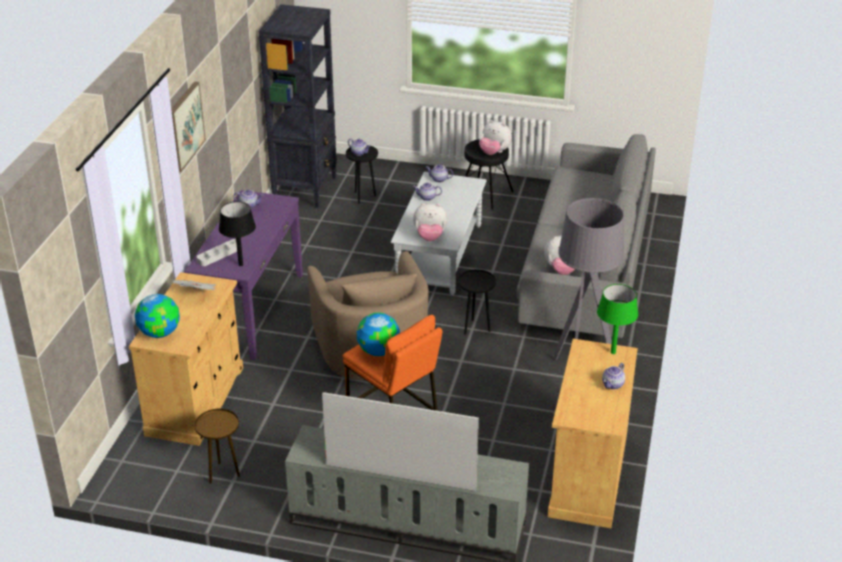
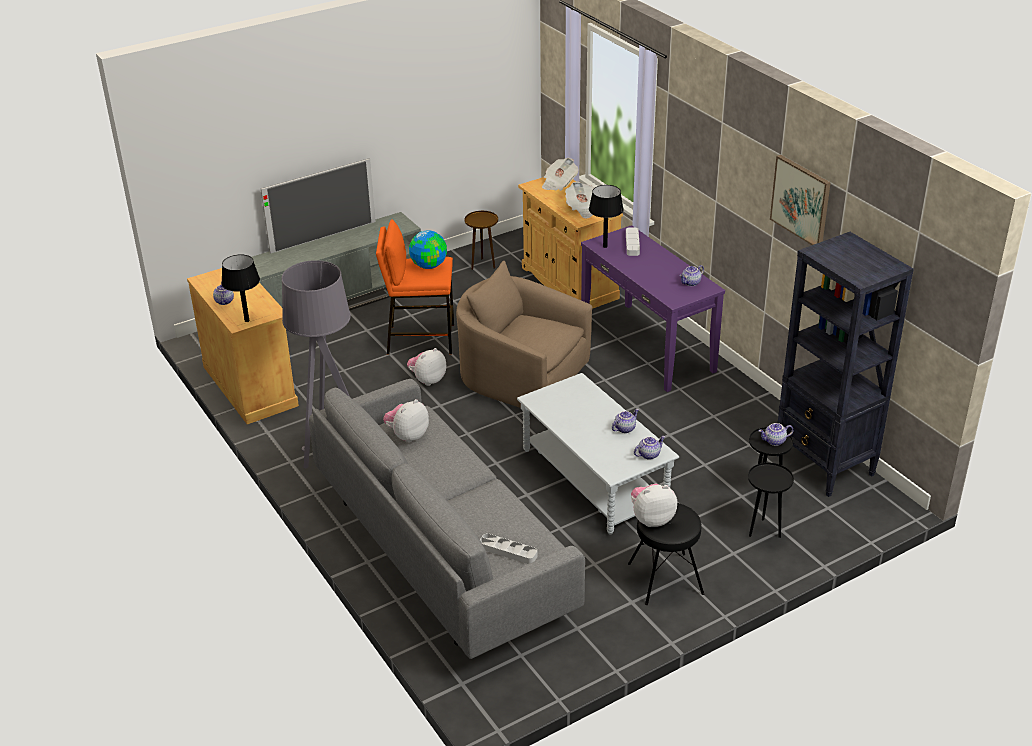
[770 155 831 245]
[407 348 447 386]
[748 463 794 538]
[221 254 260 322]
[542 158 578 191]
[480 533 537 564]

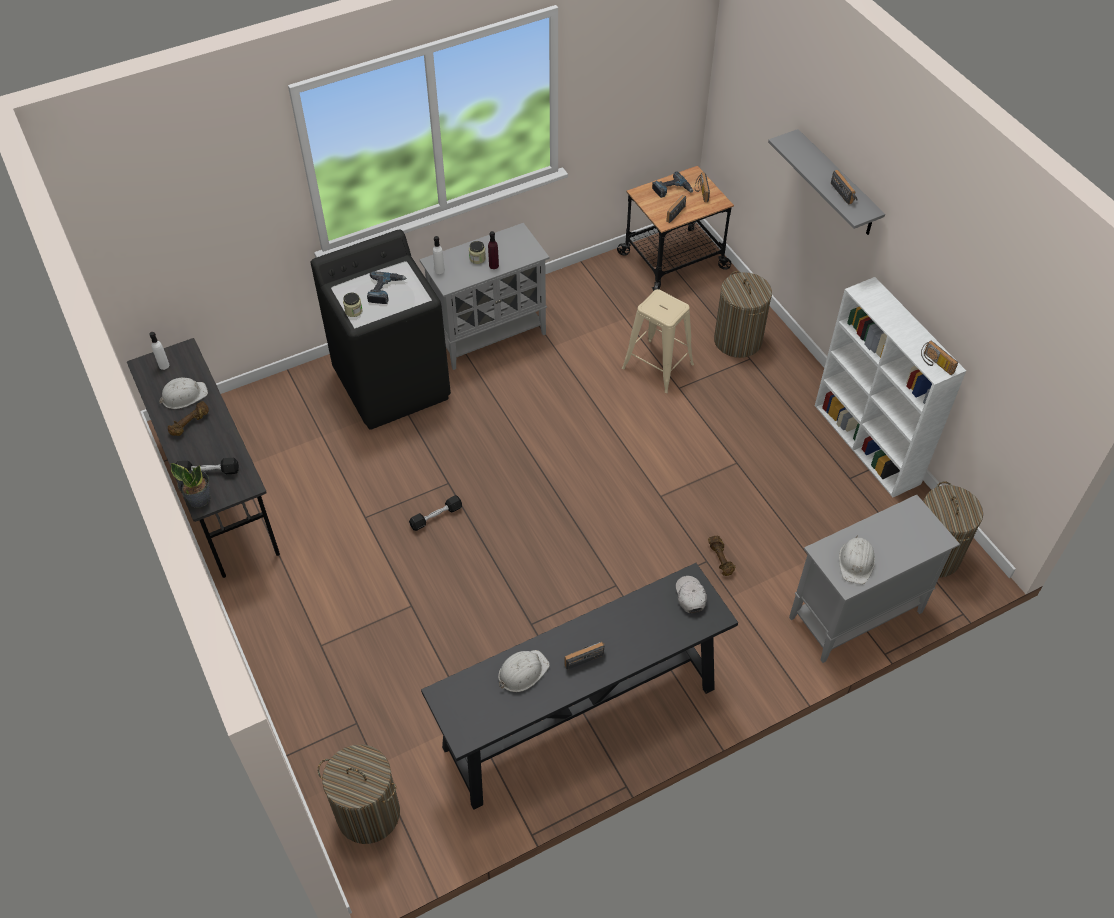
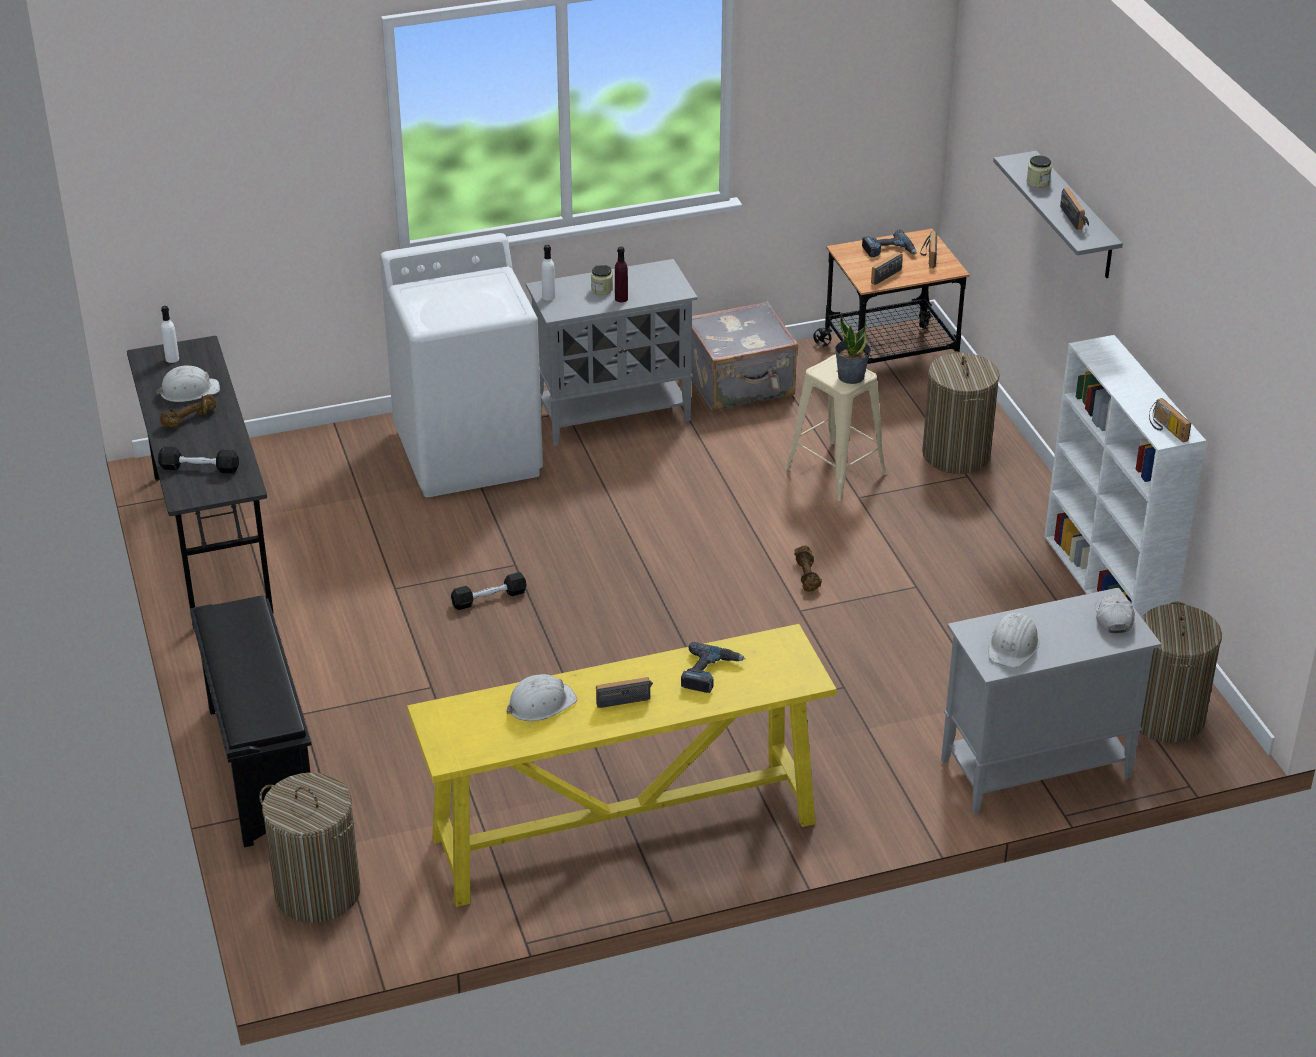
[380 233 543 497]
[681 642 746 693]
[1027 156 1052 188]
[835 312 871 384]
[794 545 822 592]
[407 624 836 907]
[1095 595 1135 633]
[691 301 798 411]
[190 595 312 847]

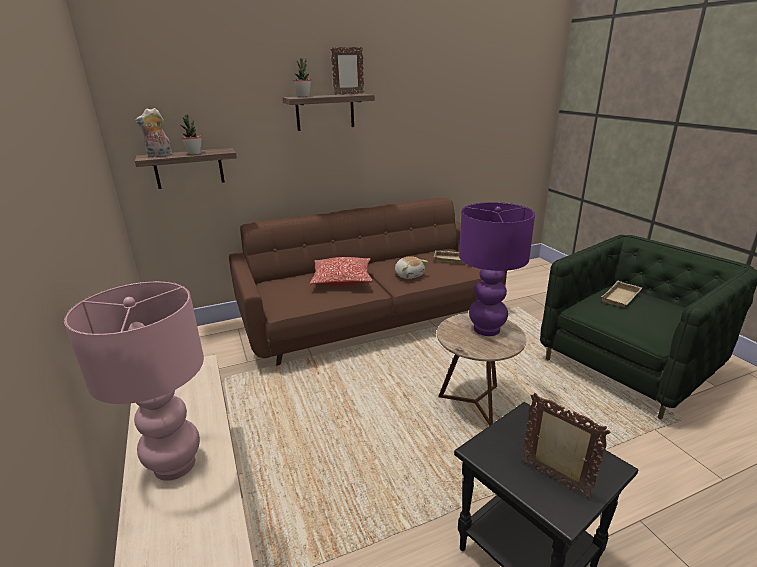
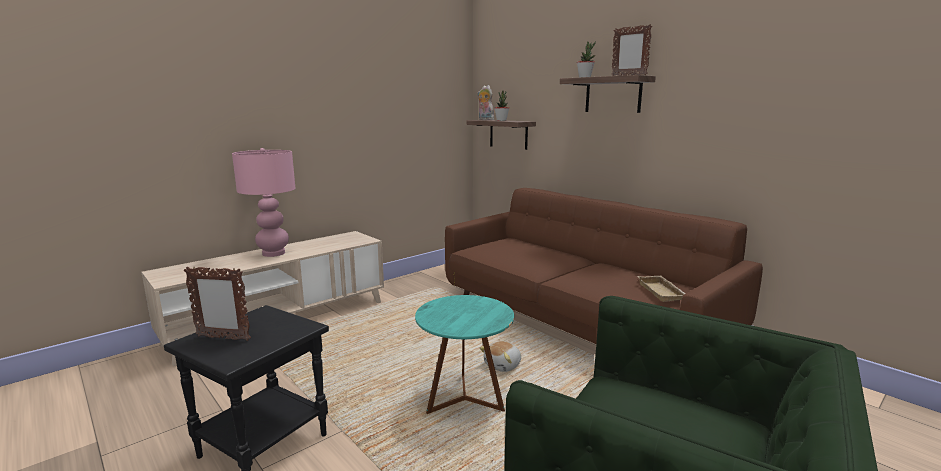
[459 202 535 336] (first image)
[480 341 521 372]
[310 257 372 286] (first image)
[601 281 642 307] (first image)
[415 295 514 414]
[184 267 251 341]

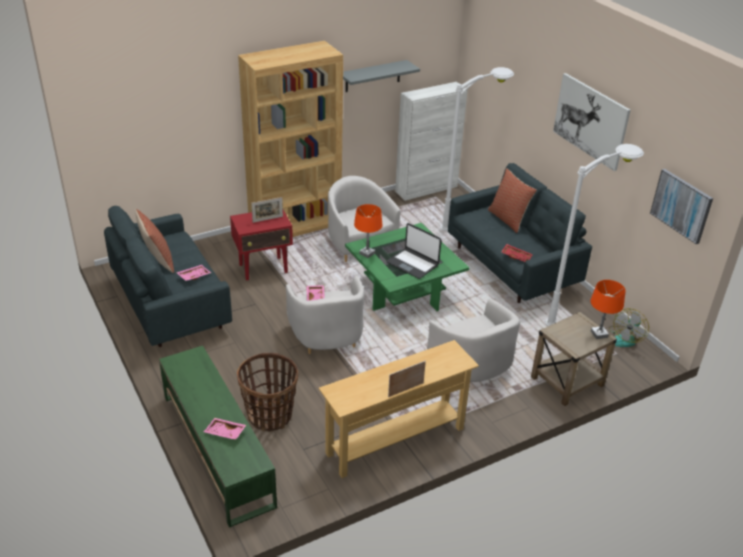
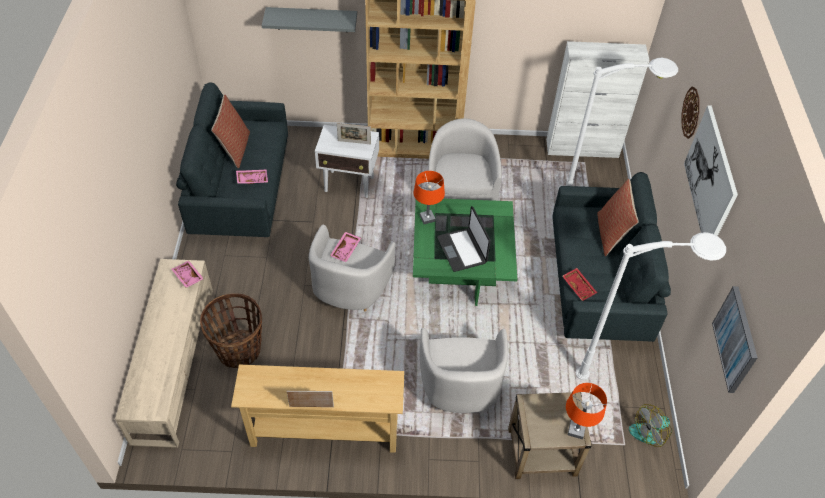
[262 7 357 32]
[315 125 379 198]
[115 259 213 448]
[171 260 204 288]
[682 87 700 139]

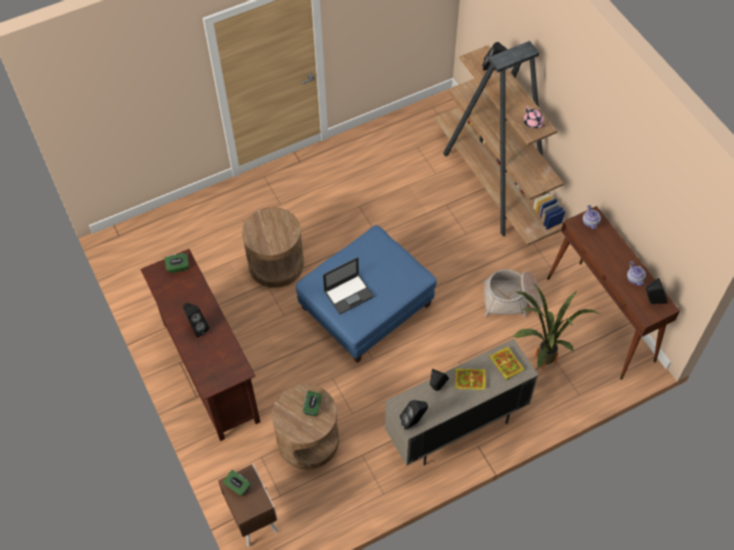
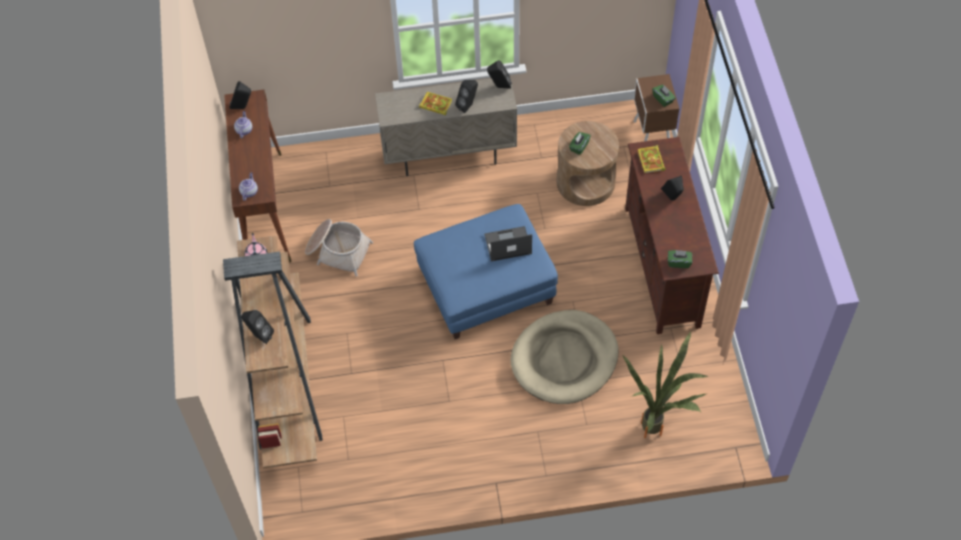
[510 310 619 404]
[623 332 709 438]
[638 145 666 173]

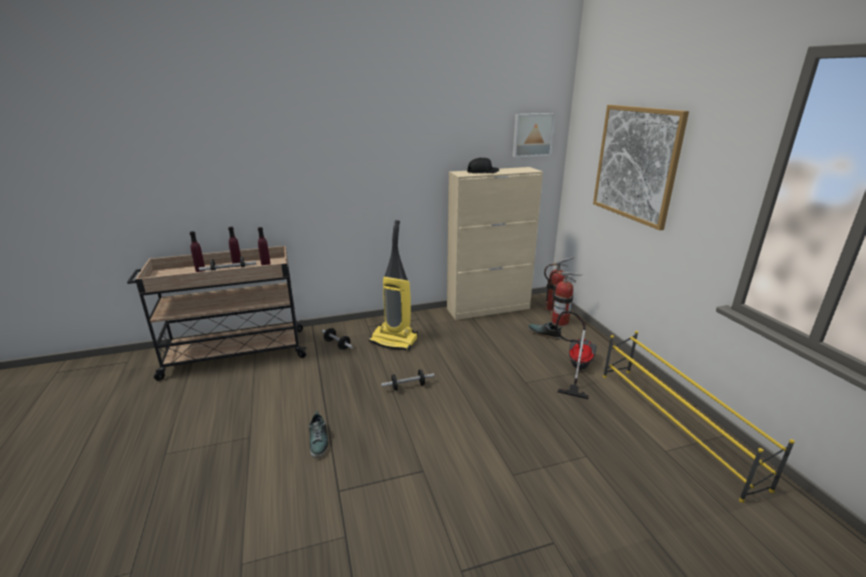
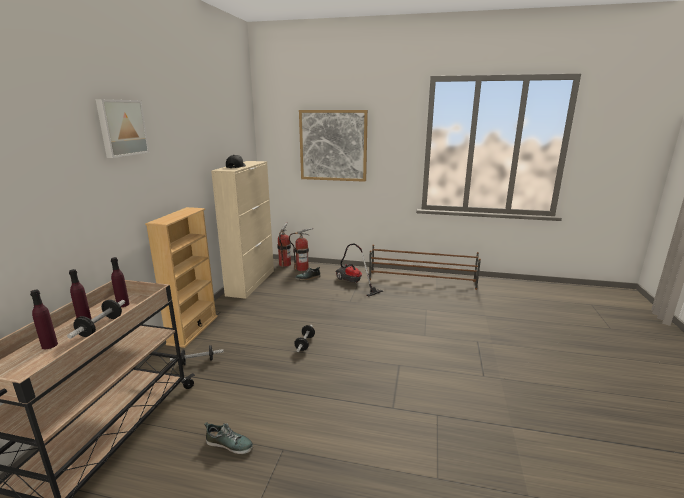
[96 99 149 158]
[369 220 418 351] (first image)
[369 245 481 290]
[204 422 253 454]
[145 207 218 348]

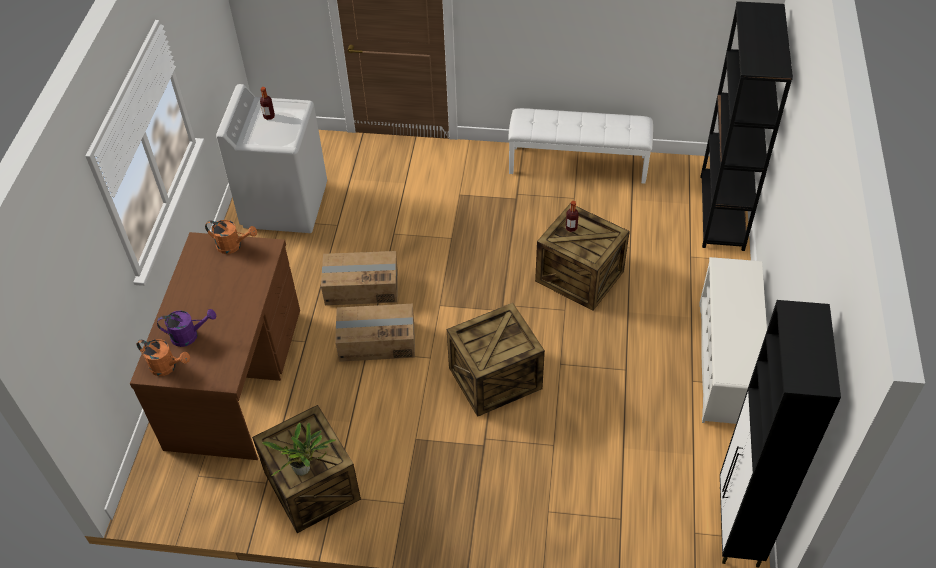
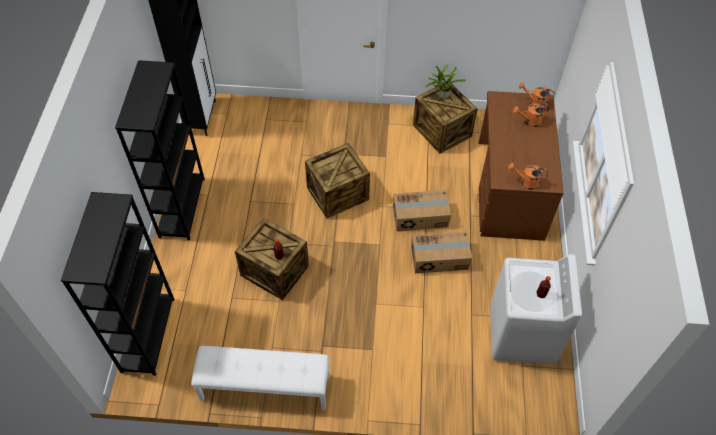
[115 60 205 240]
[513 103 549 127]

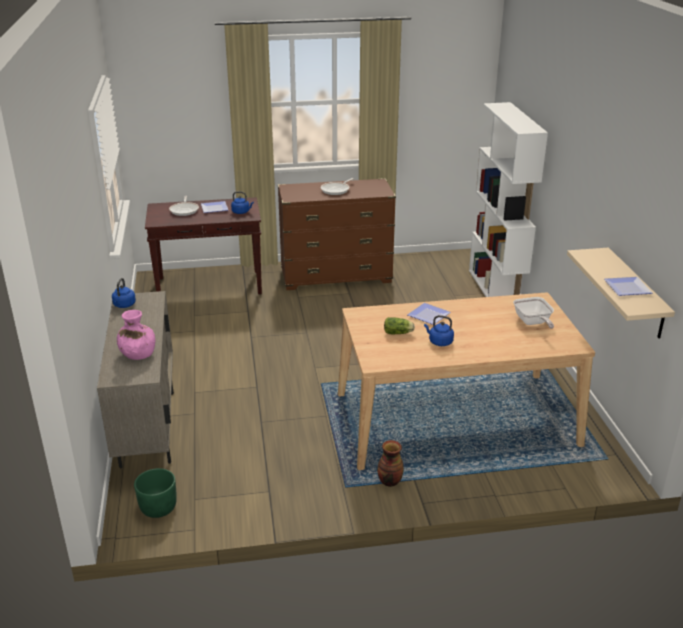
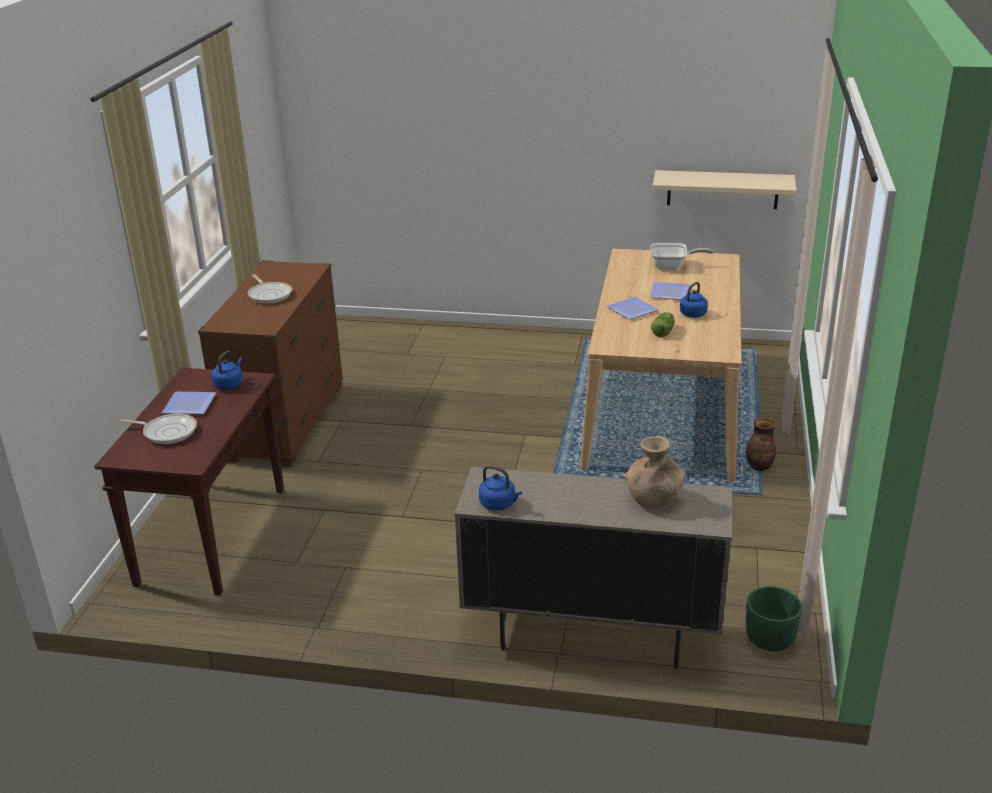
[469 102 548 297] (first image)
[650 282 690 299]
[625 436 686 509]

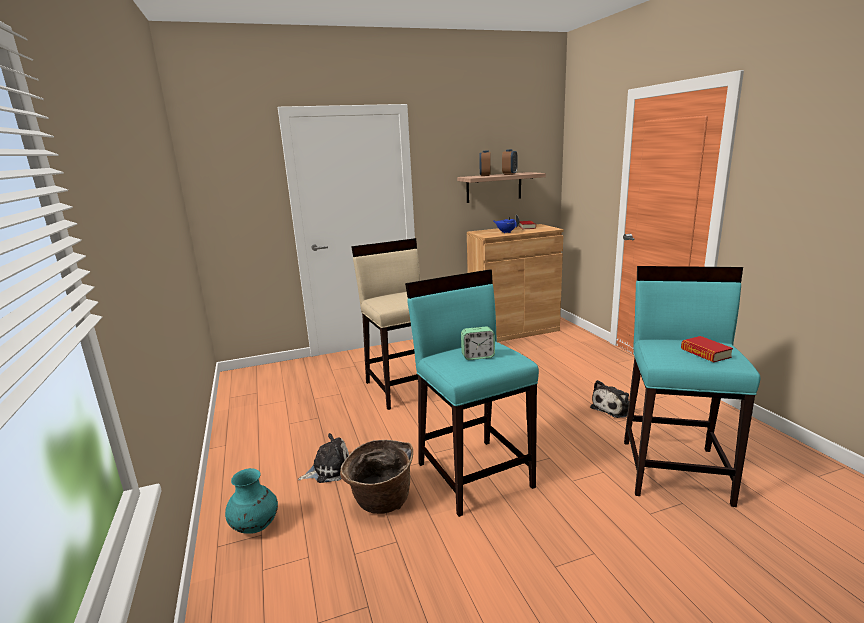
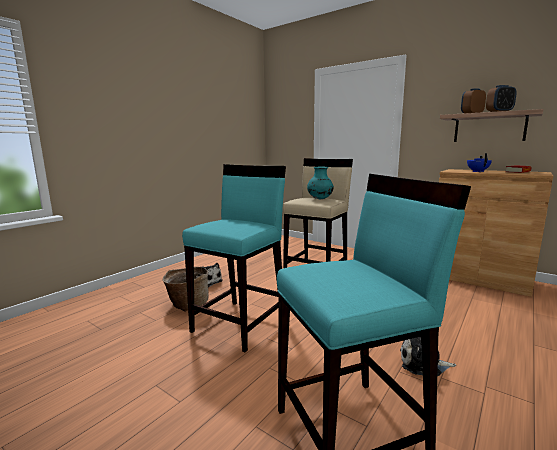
[461 326 495 360] (first image)
[681 336 733 362] (first image)
[307 167 334 199]

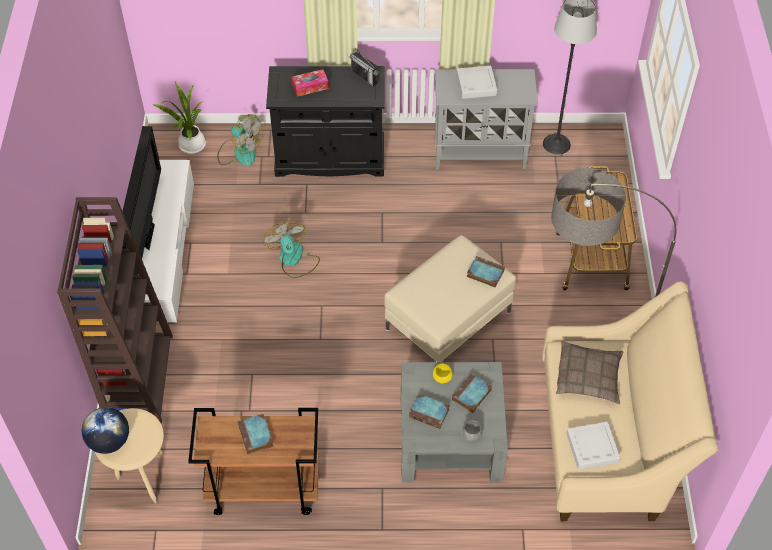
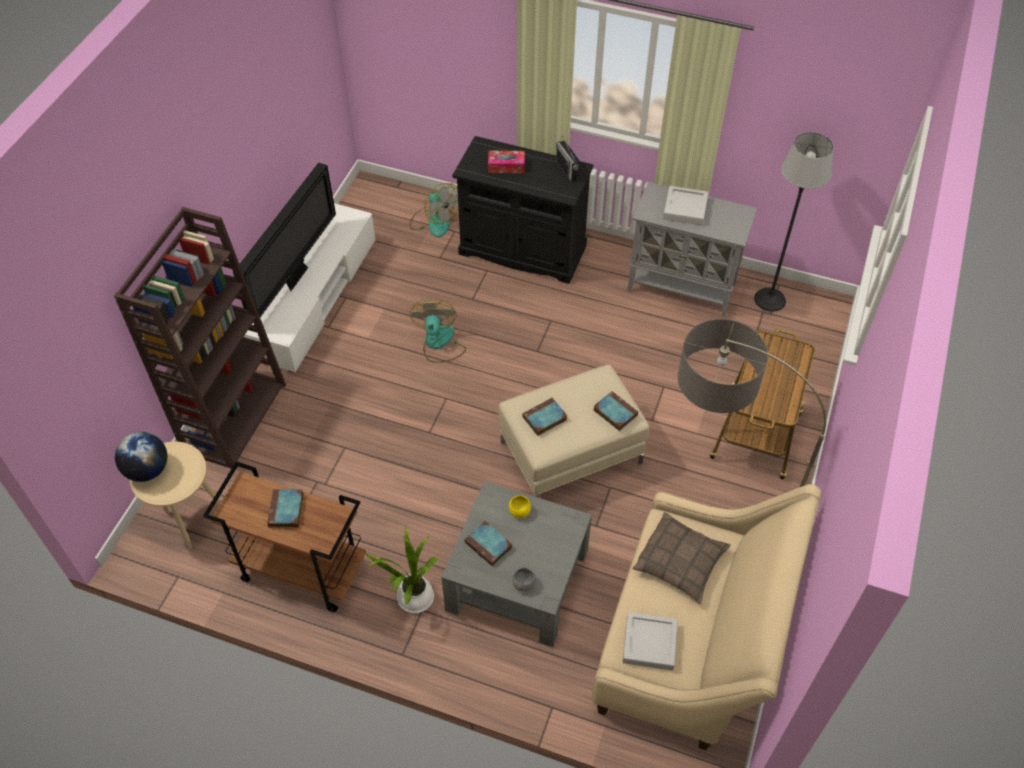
[364 525 438 613]
[523 398 567 436]

